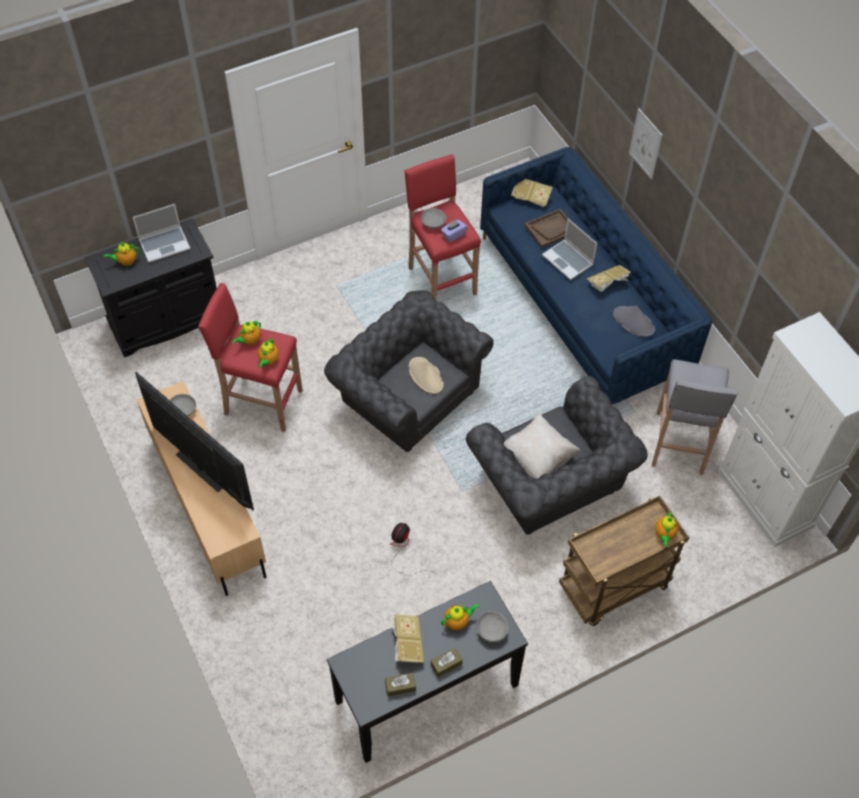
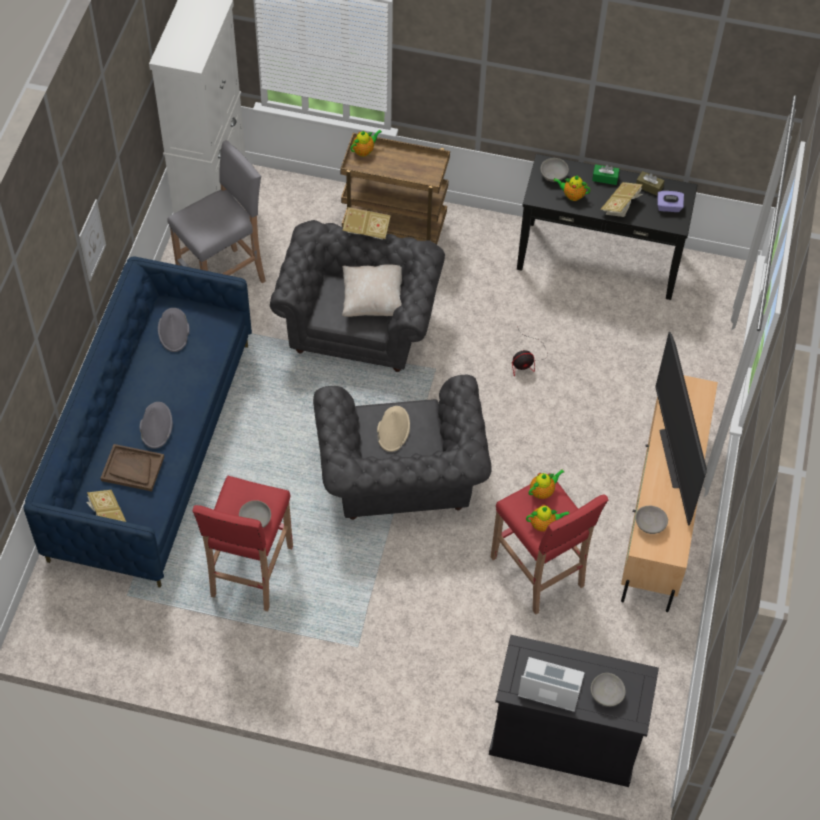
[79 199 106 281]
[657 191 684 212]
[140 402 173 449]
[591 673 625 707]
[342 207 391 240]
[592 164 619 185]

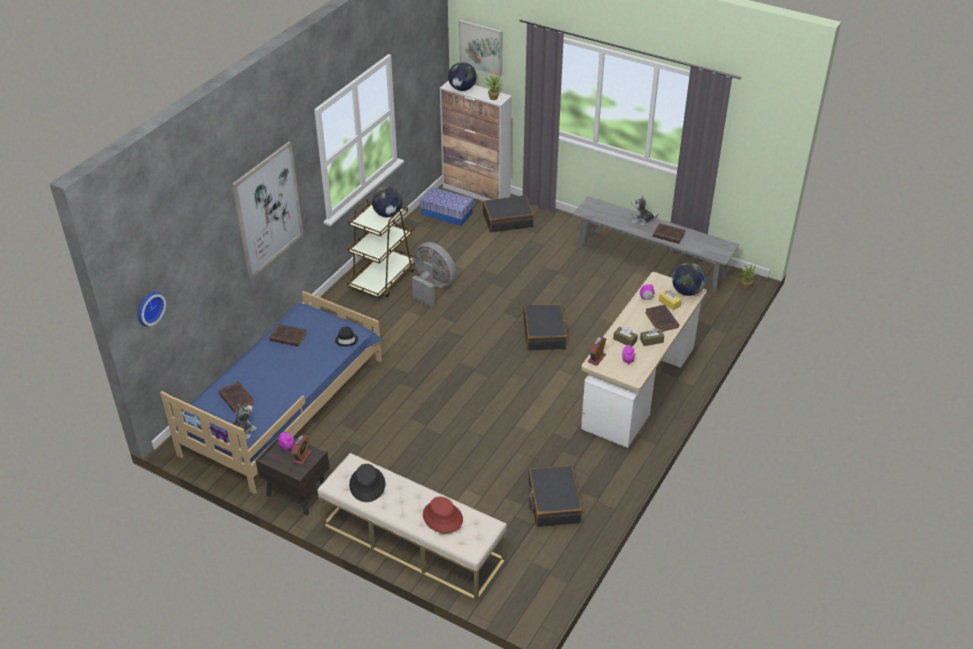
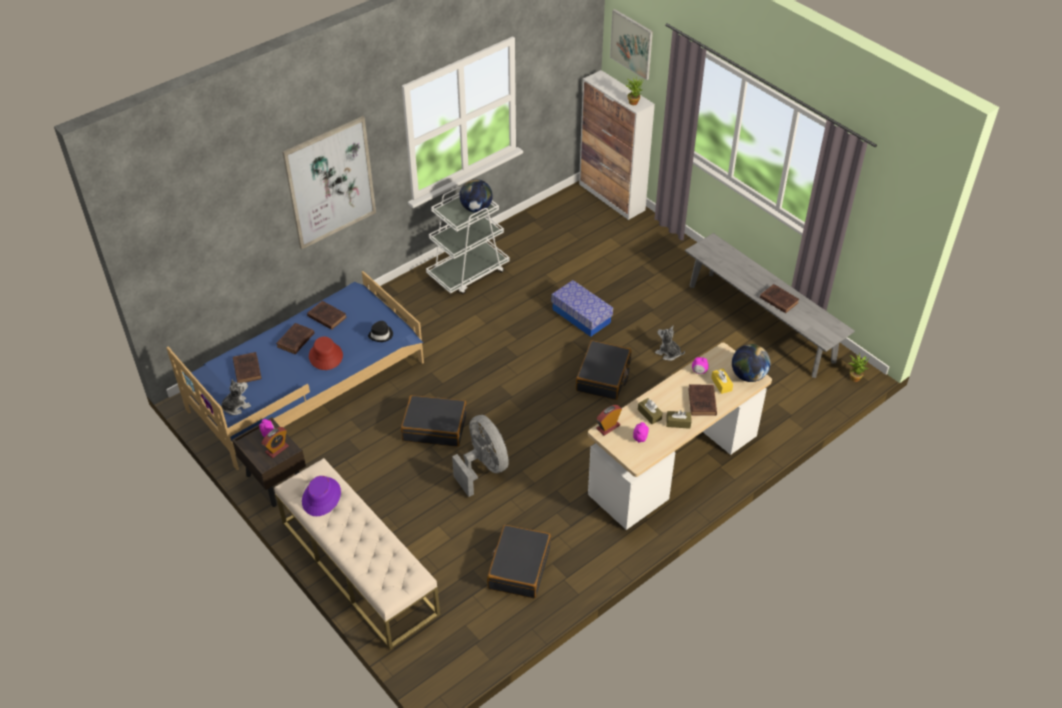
[448 62 476 91] (first image)
[551 280 613 337]
[401 395 467 447]
[655 326 685 361]
[426 187 510 294]
[452 415 509 497]
[138 292 166 327] (first image)
[302 476 341 516]
[309 336 343 370]
[276 323 314 354]

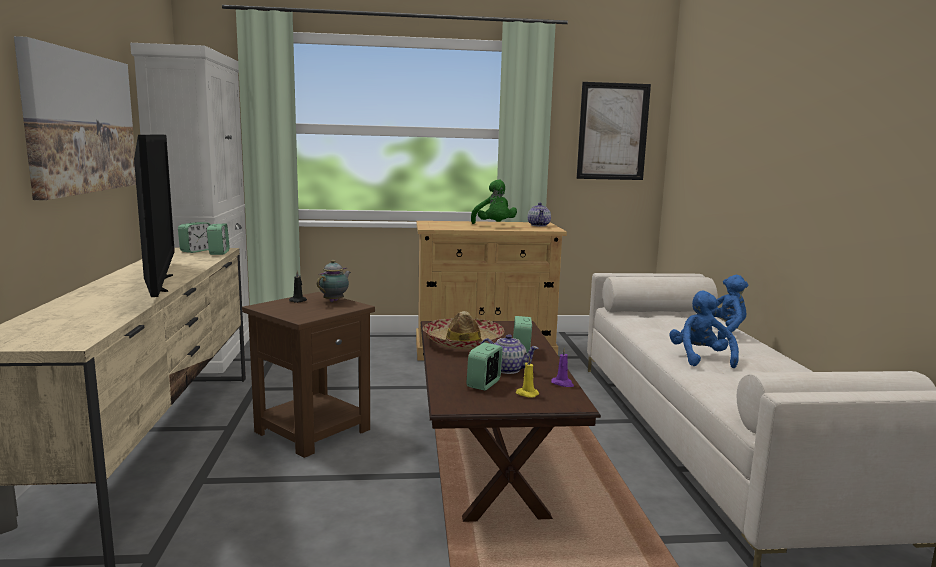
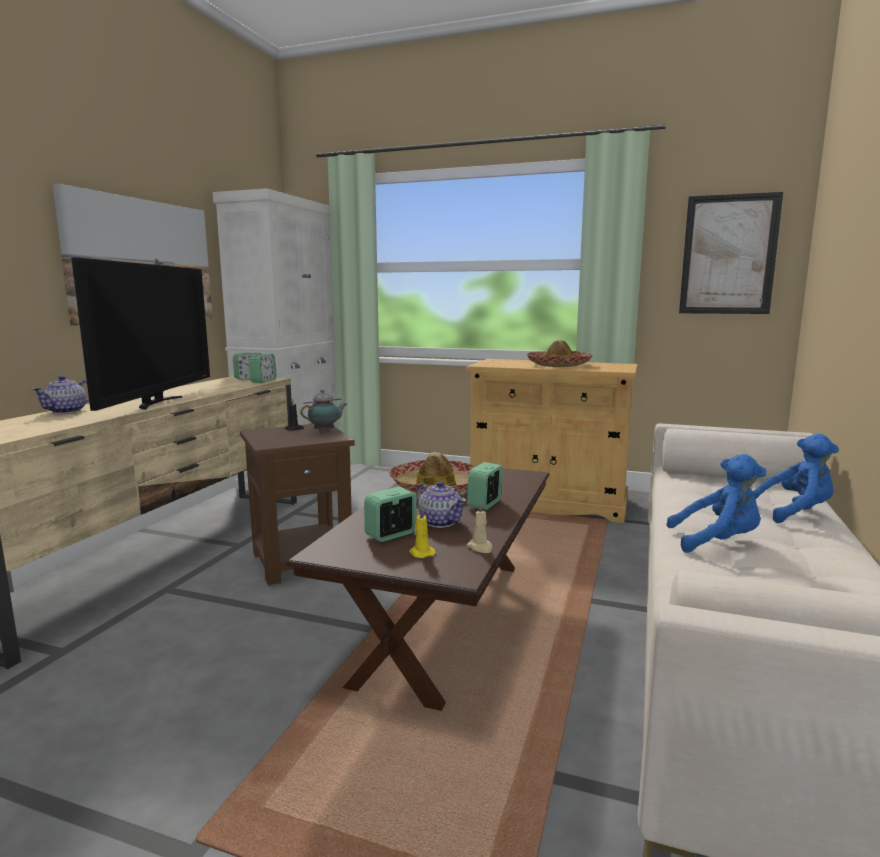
[526 339 593 367]
[32 376 89 414]
[666 454 767 553]
[467 502 493 553]

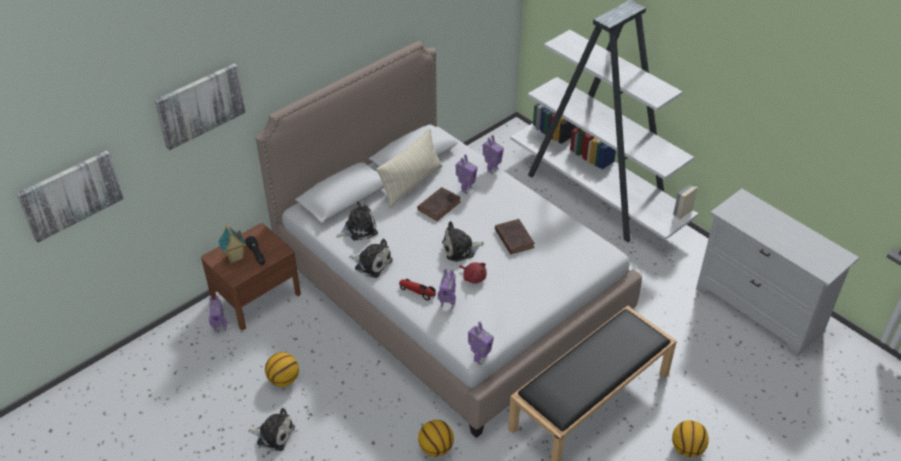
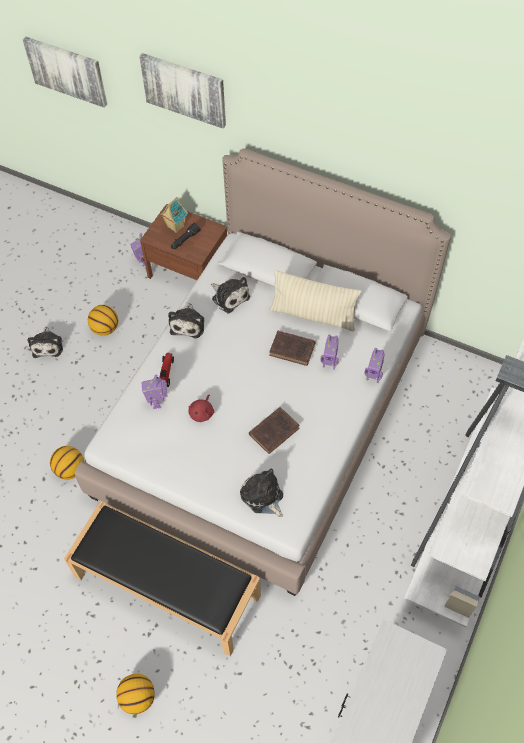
[240 469 283 517]
[468 321 494 364] (first image)

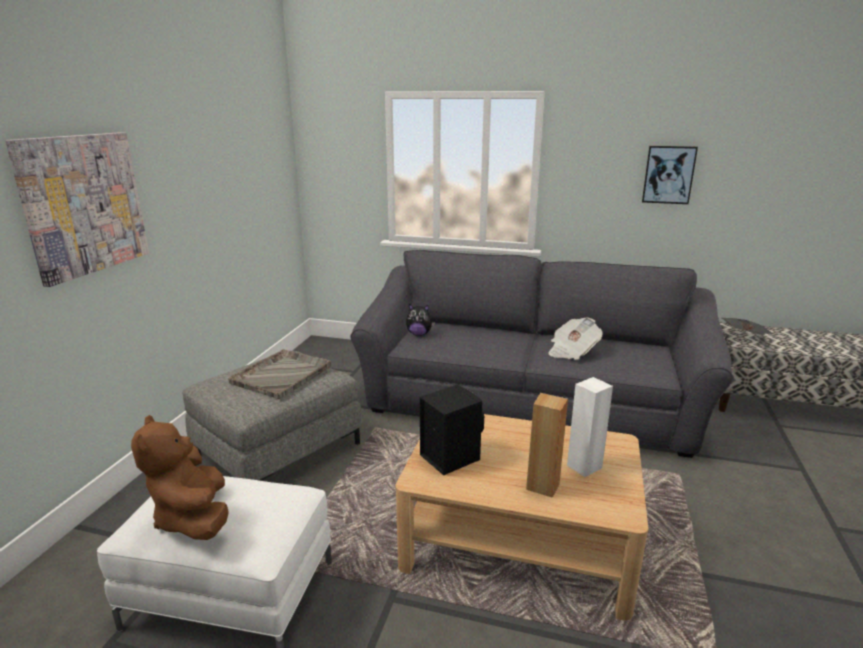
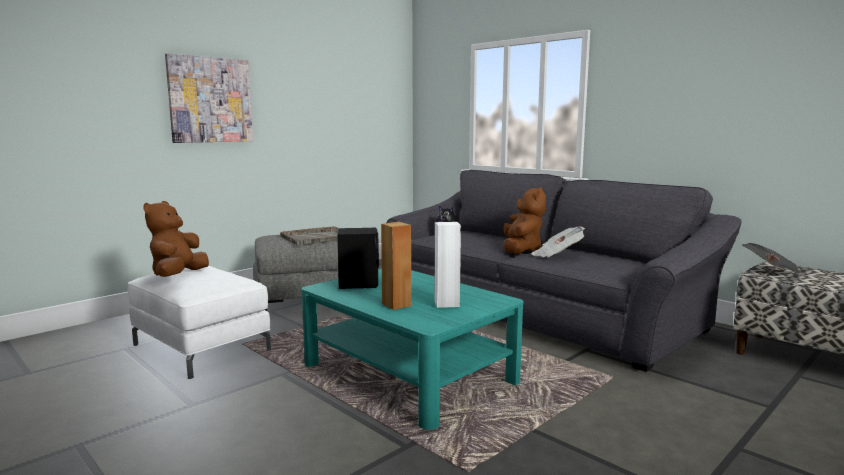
[642 146 698 204] (first image)
[301 269 523 430]
[503 187 546 254]

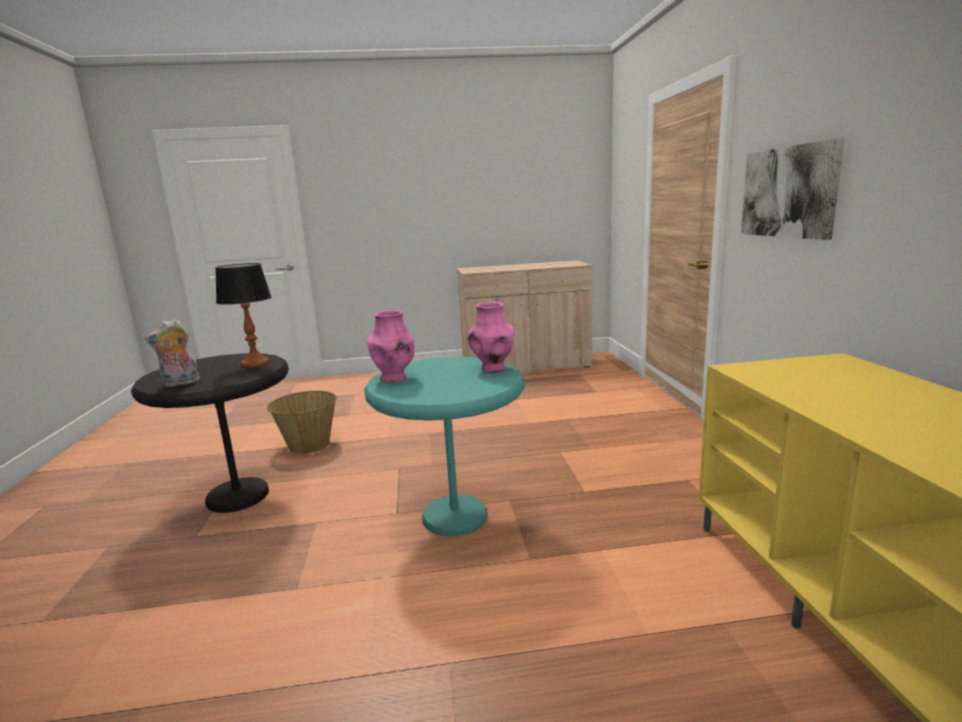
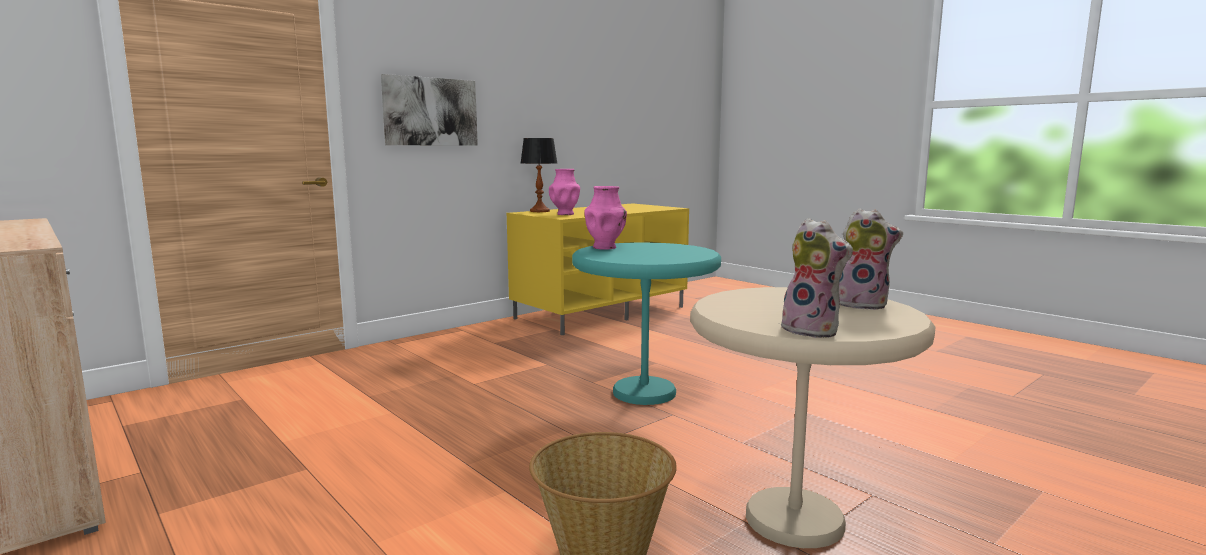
[521 138 557 212]
[549 169 580 215]
[690 287 936 548]
[781 218 853 338]

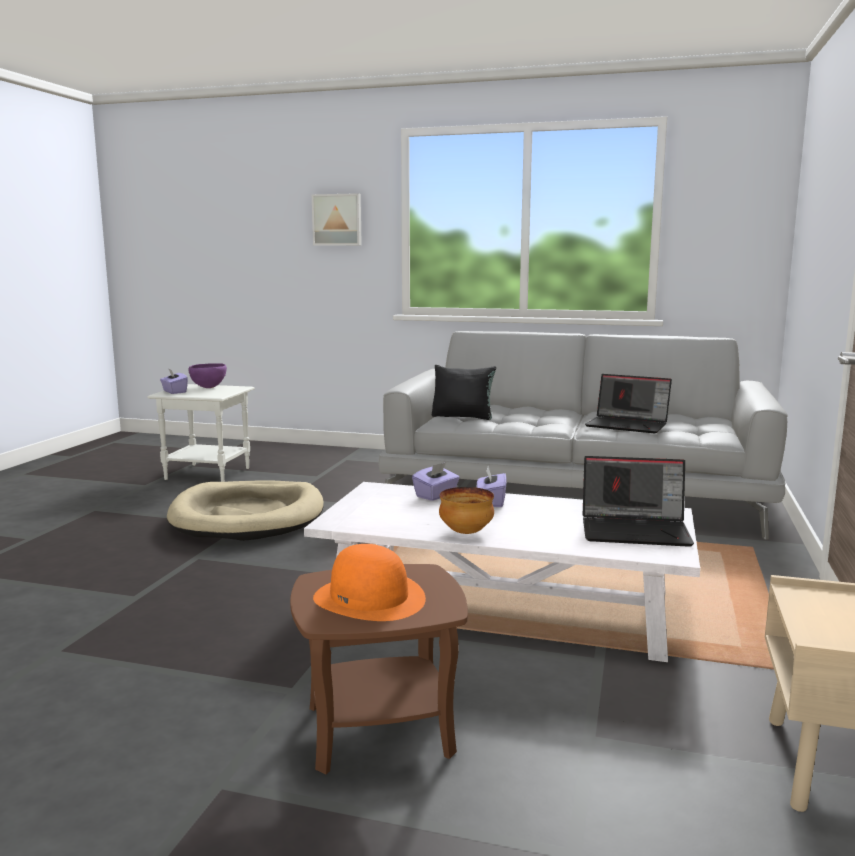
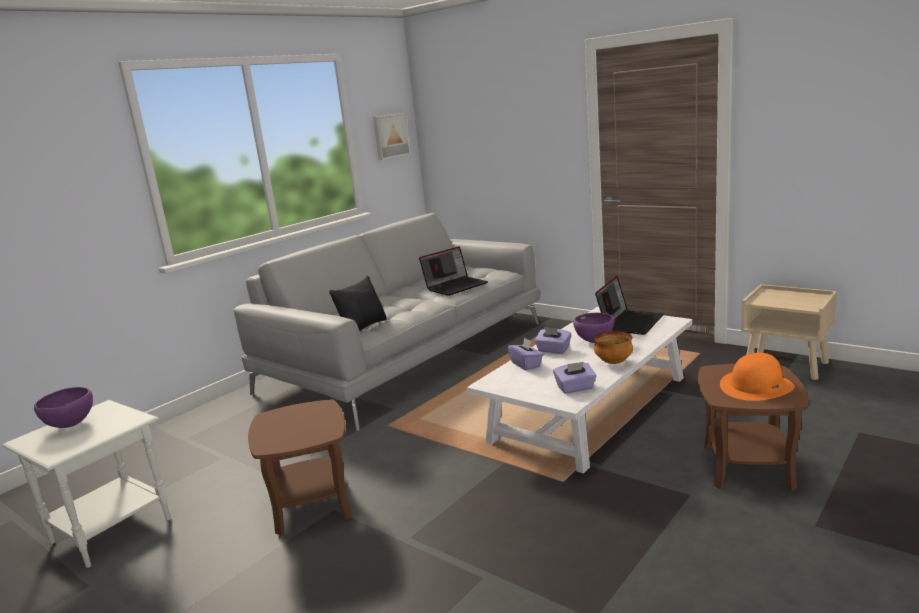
[373 113 411 160]
[553 362 596 394]
[248 400 352 536]
[573 312 614 343]

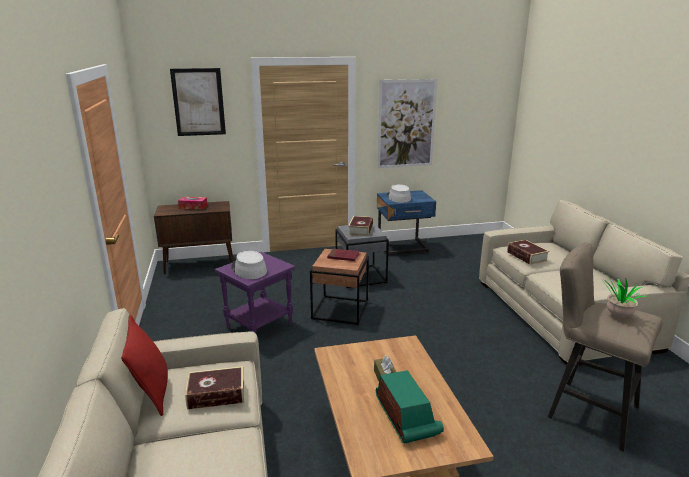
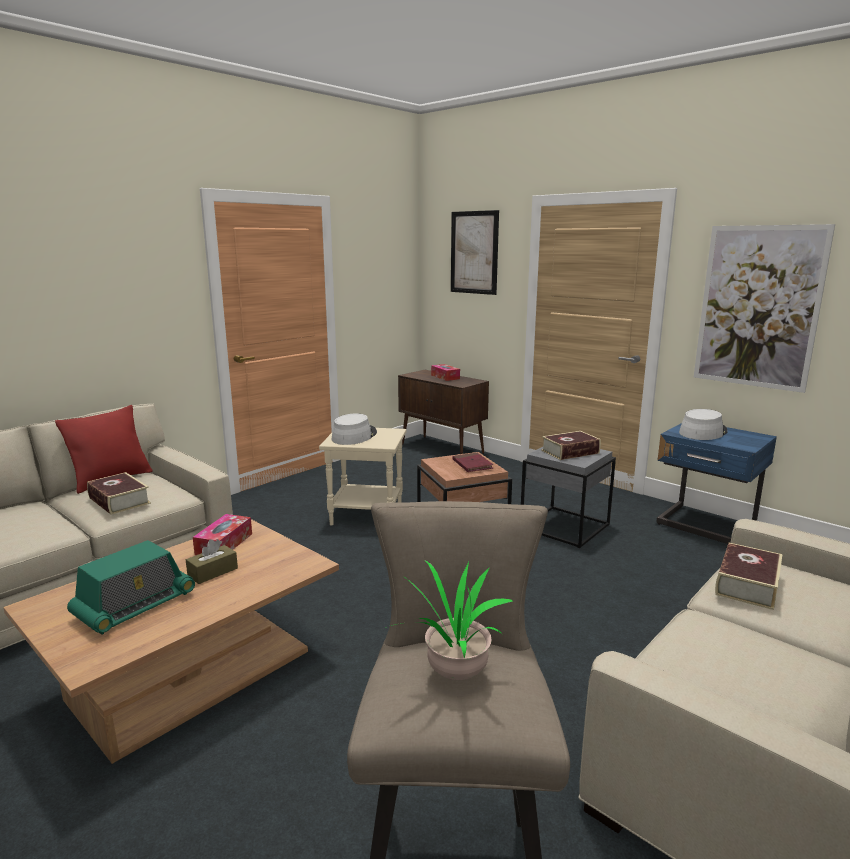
[319 428 406 526]
[193 514 252 555]

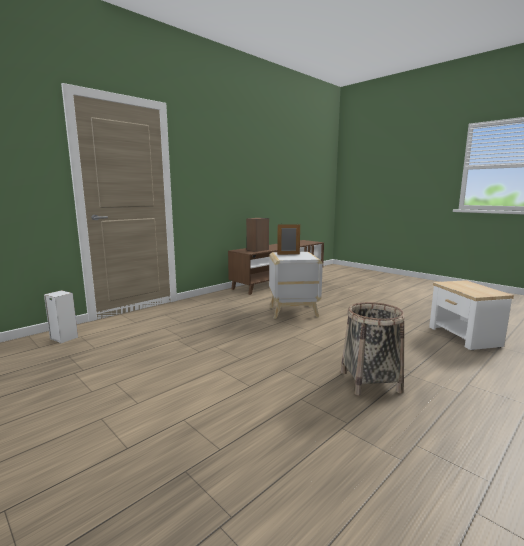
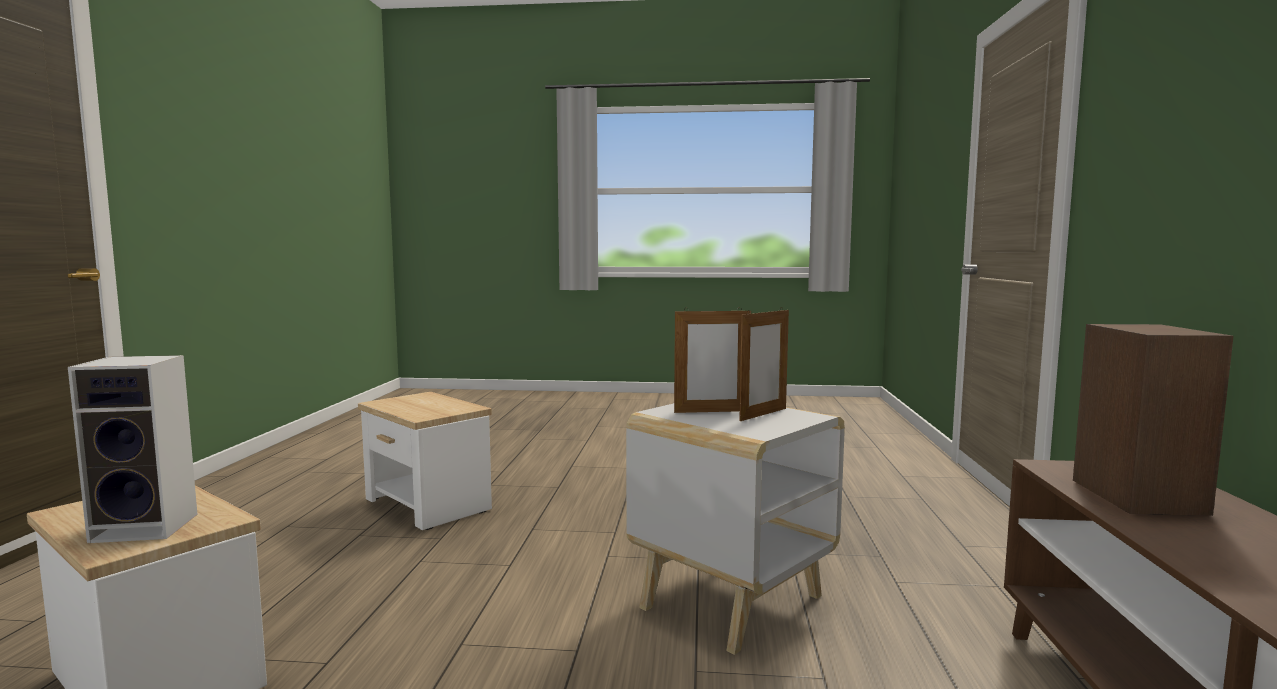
[68 355 198 543]
[358 392 492 530]
[674 307 751 413]

